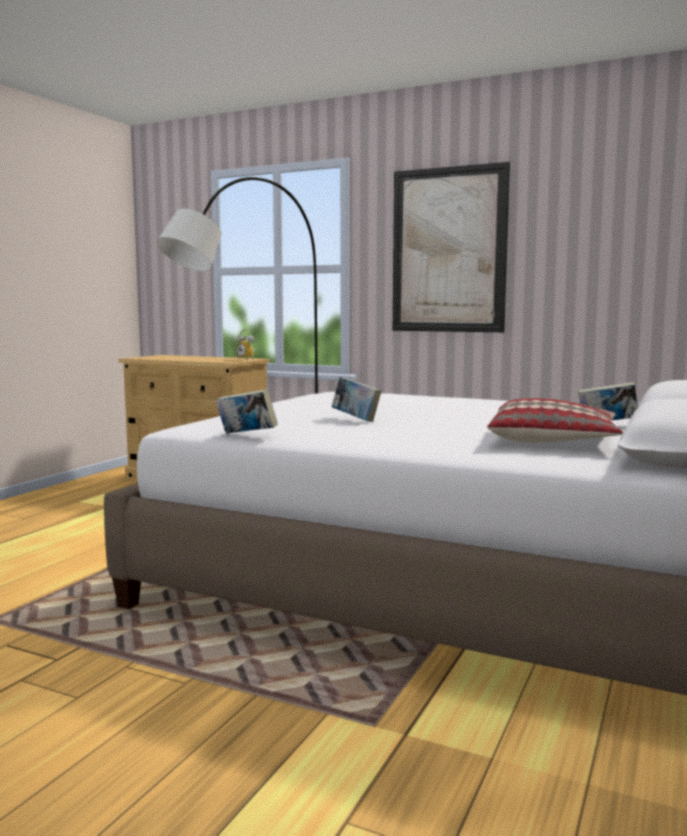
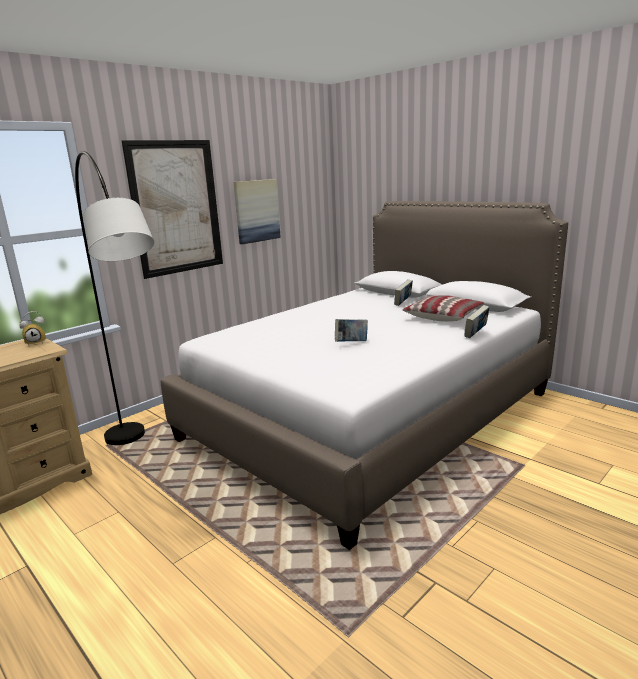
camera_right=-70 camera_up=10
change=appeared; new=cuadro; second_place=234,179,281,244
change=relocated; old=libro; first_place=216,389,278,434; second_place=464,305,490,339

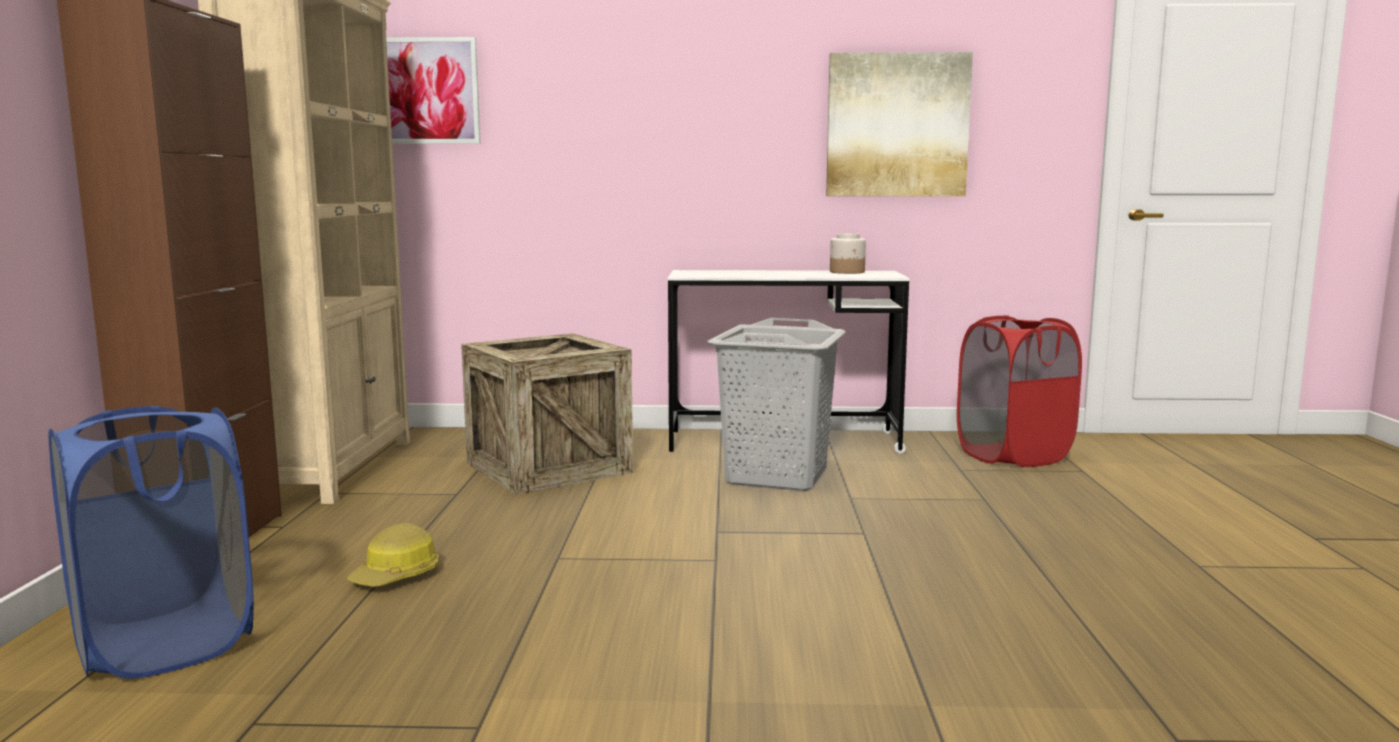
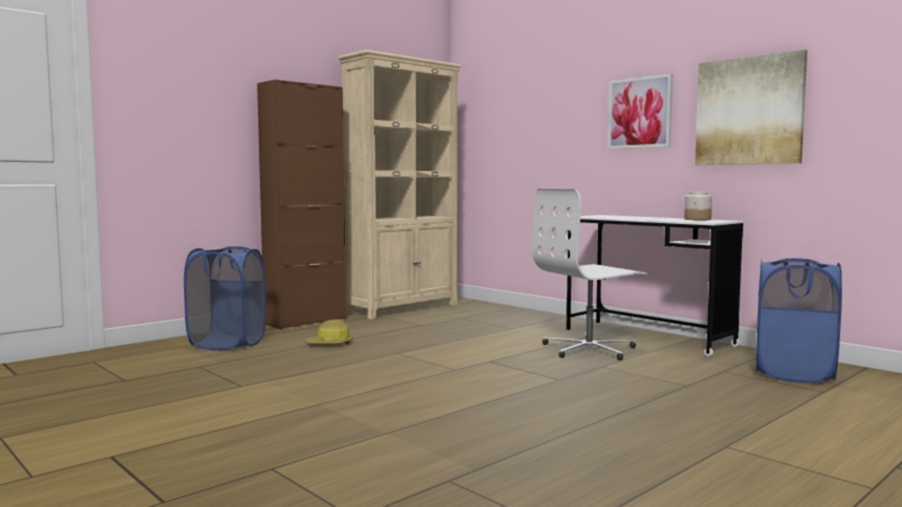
camera_right=45 camera_up=-5
change=exchanged; old=cesto de la ropa [gris]; new=silla de oficina [blanco]; first_place=707,318,846,491; second_place=532,189,648,360
change=relocated; old=cuadro; first_place=386,37,481,144; second_place=608,74,673,149
change=colour; old=cesto de la ropa [rojo]; new=cesto de la ropa [azul]; first_place=957,315,1082,467; second_place=756,258,842,383
change=missing; old=caja de embalaje; first_place=461,333,633,495

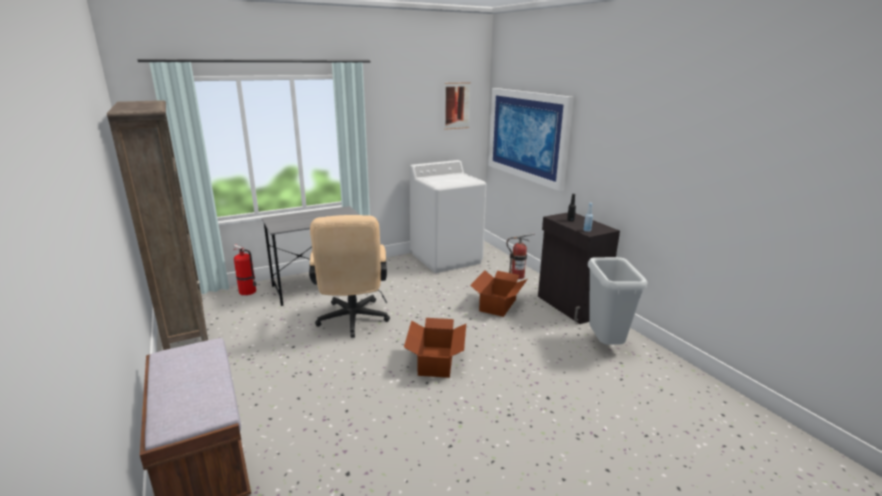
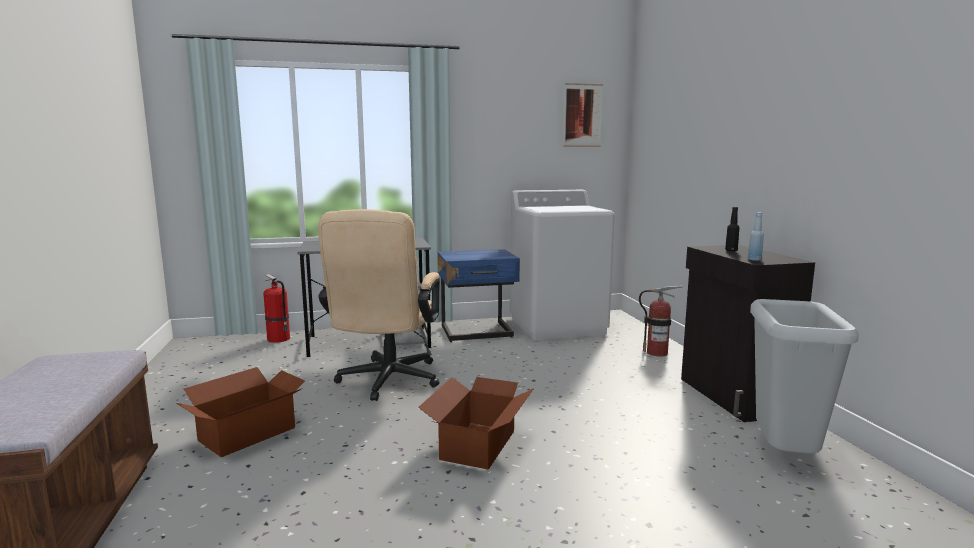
camera_right=15 camera_up=-10
change=relocated; old=caja de cartón; first_place=470,270,528,317; second_place=176,367,305,457
change=appeared; new=mesita de noche [azul]; second_place=438,249,520,342
change=missing; old=estantería [marrón]; first_place=107,100,208,350
change=missing; old=cuadro; first_place=489,88,574,191

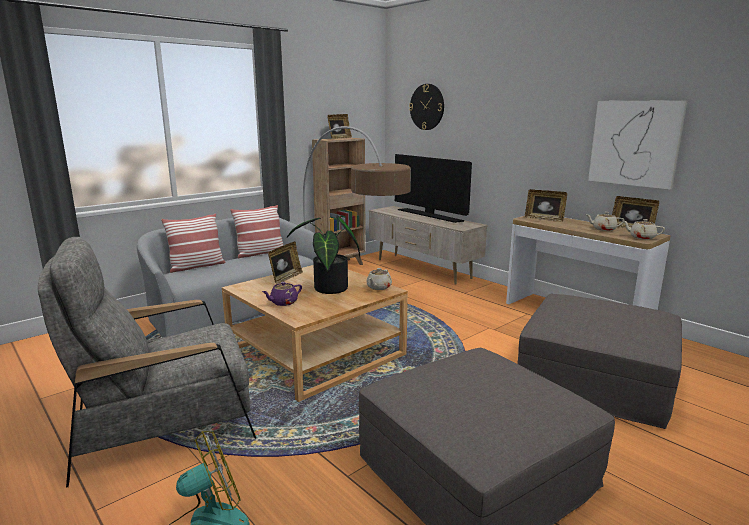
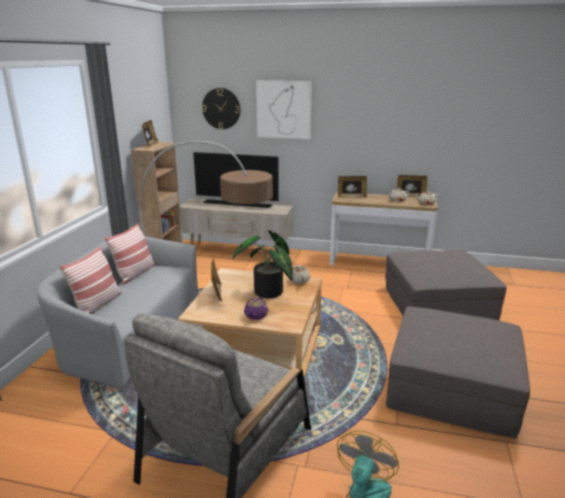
camera_right=-35 camera_up=5
change=relocated; old=cuadro; first_place=588,100,687,190; second_place=256,81,312,139

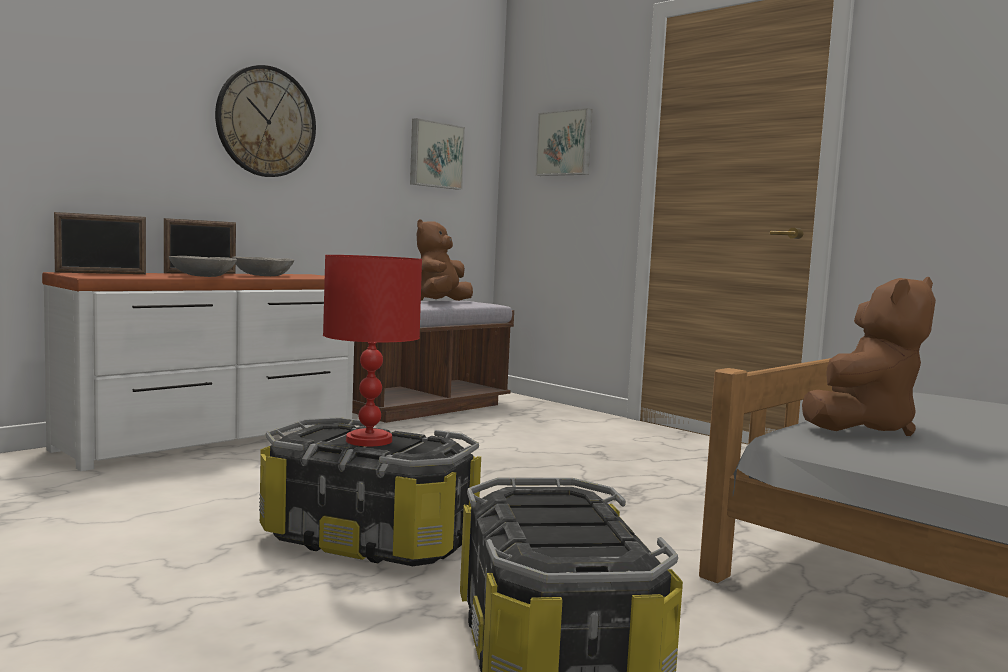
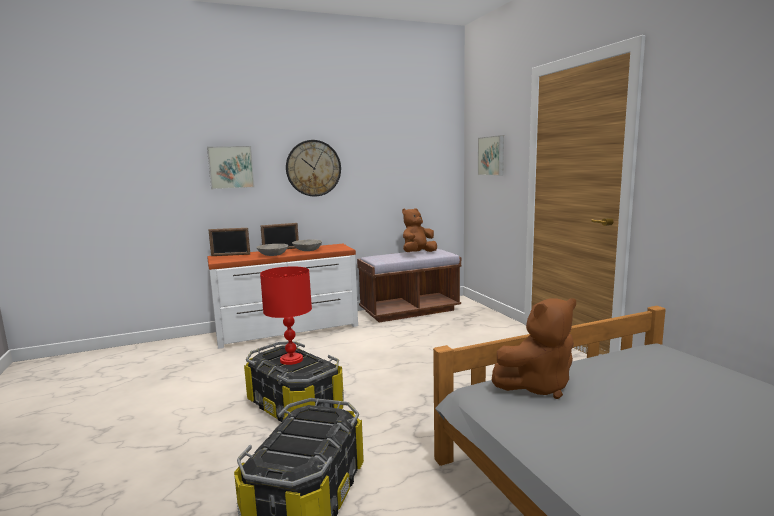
camera_right=25 camera_up=5
change=relocated; old=cuadro; first_place=410,118,465,190; second_place=207,146,255,190

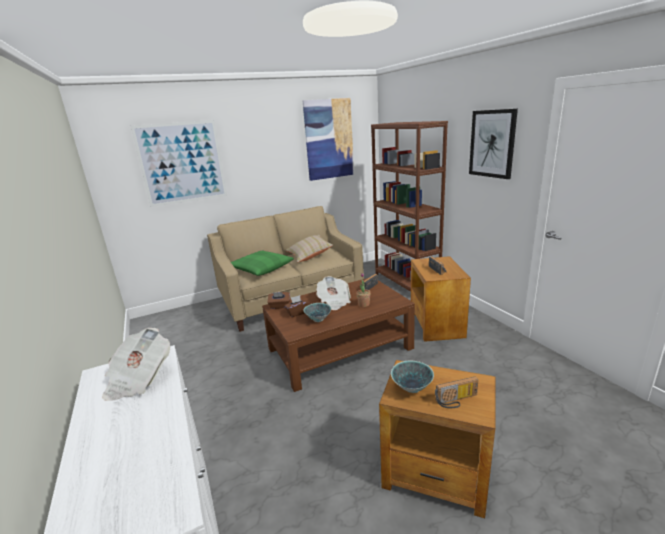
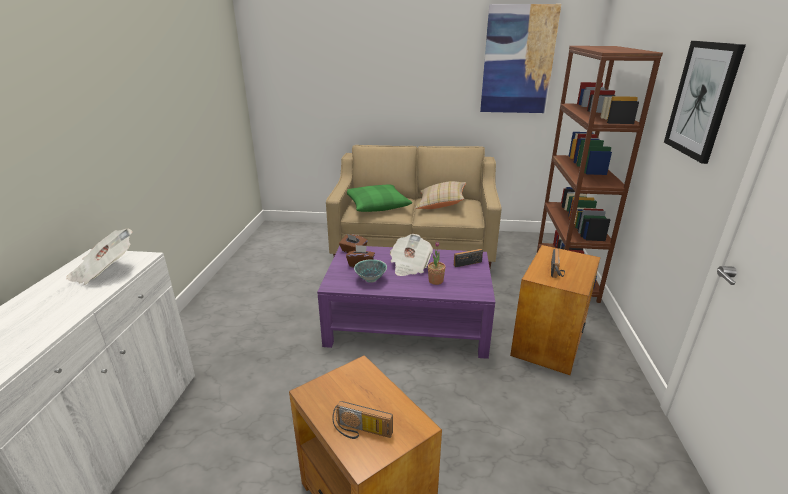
camera_right=30 camera_up=5
change=colour; old=mesa de centro [marrón]; new=mesa de centro [morado]; first_place=262,278,415,392; second_place=317,246,495,359
change=missing; old=cuadro; first_place=131,120,227,207
change=missing; old=cuenco; first_place=391,361,434,393

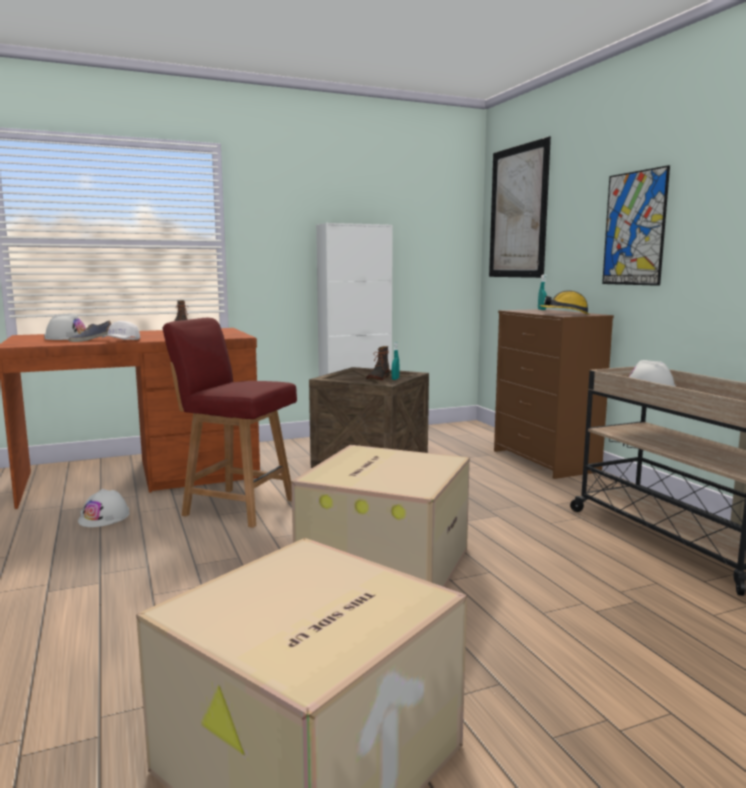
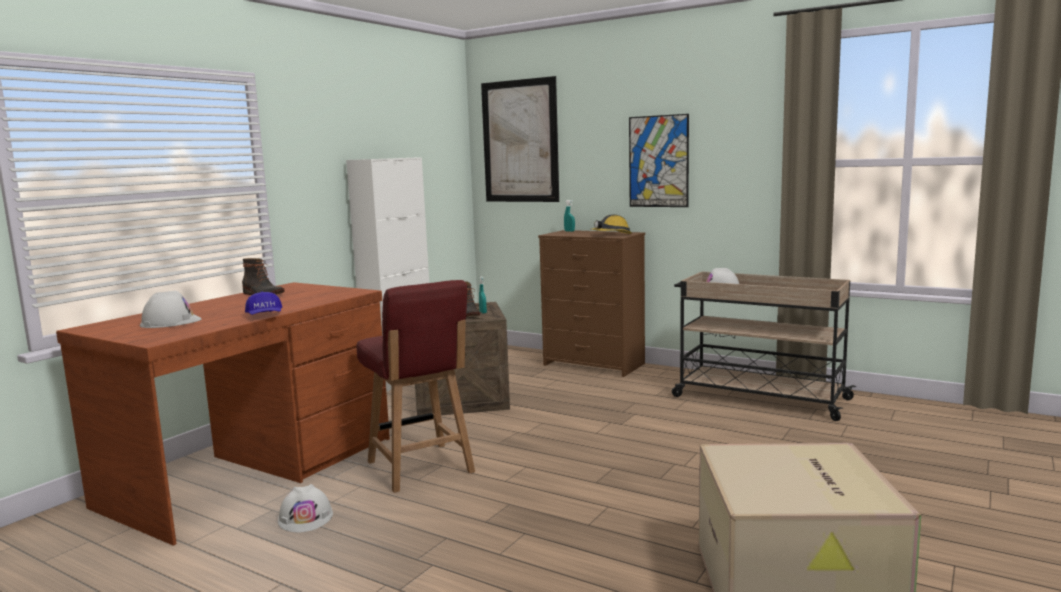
camera_right=-35 camera_up=0
change=colour; old=gorra [blanco]; new=gorra [azul]; first_place=102,321,140,340; second_place=245,292,282,315
change=spun; old=silla [rojo]; first_place=162,318,297,528; second_place=356,280,475,493; degrees=-105
change=missing; old=zapato; first_place=68,320,111,342
change=missing; old=caja de cartón; first_place=291,445,470,587

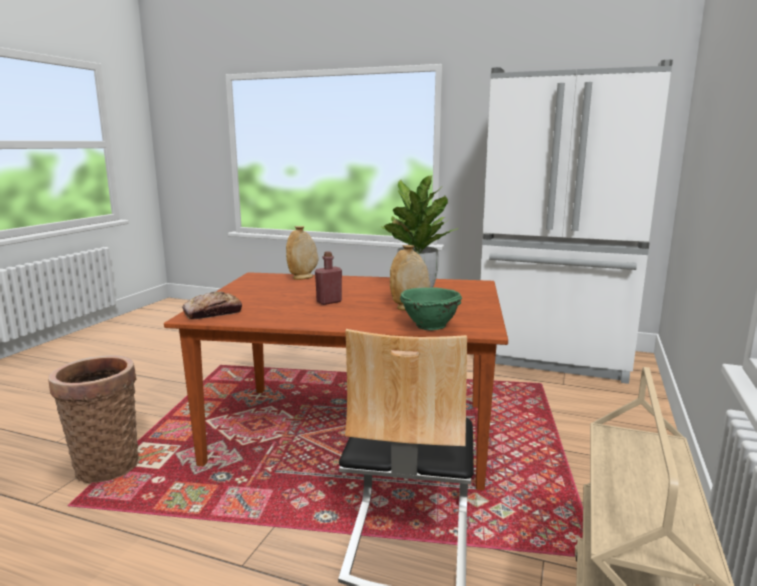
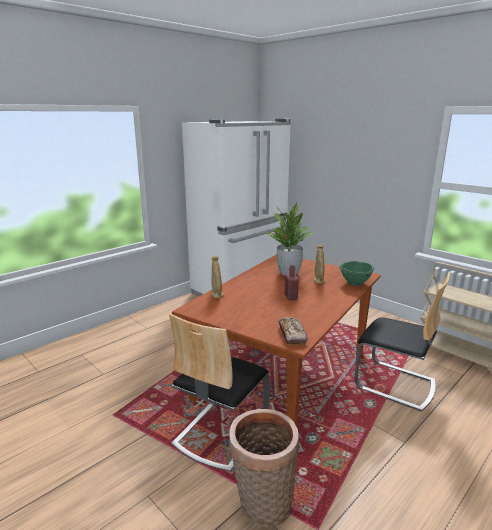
camera_right=-65 camera_up=5
change=appeared; new=silla; second_place=169,313,270,471

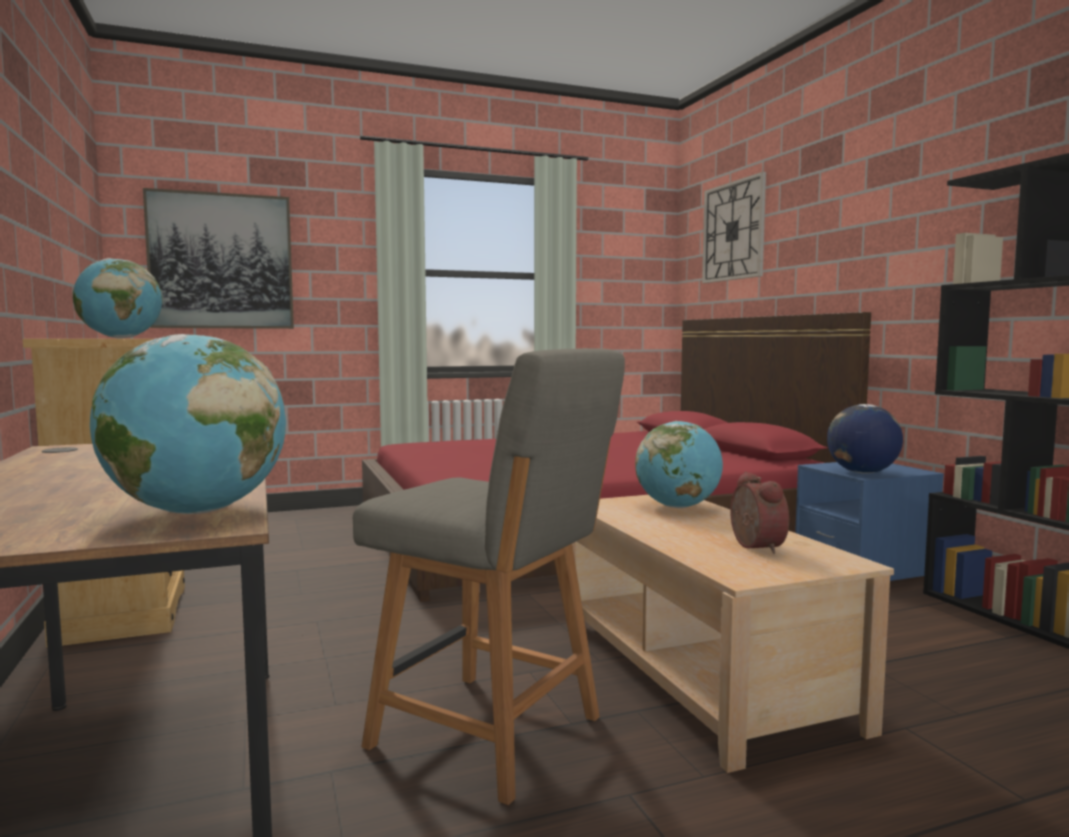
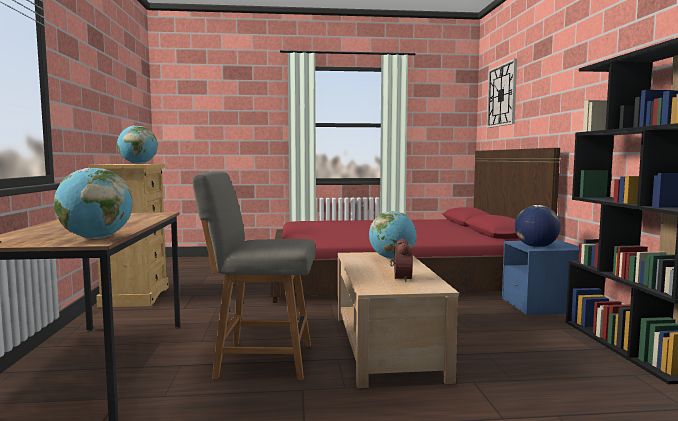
camera_right=15 camera_up=0
change=spun; old=silla [gris]; first_place=353,348,625,805; second_place=192,171,316,380; degrees=135
change=missing; old=cuadro; first_place=143,188,294,329

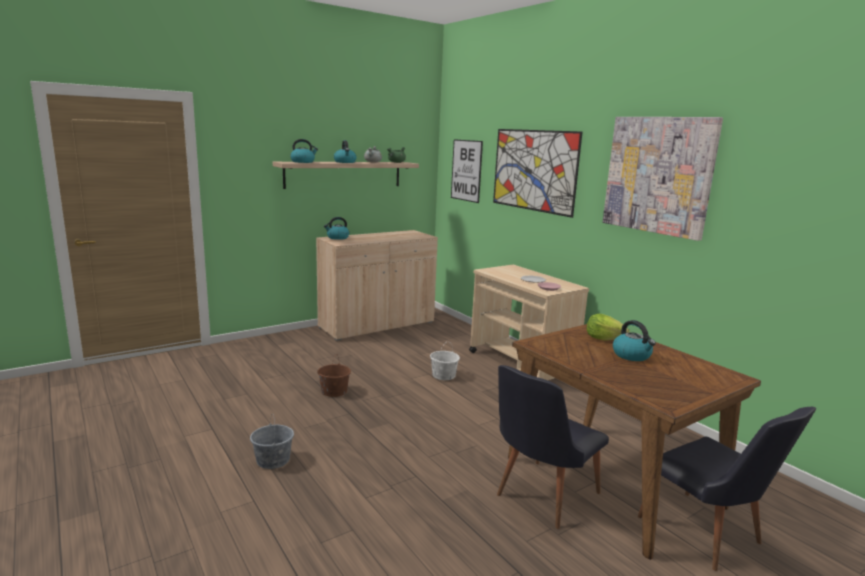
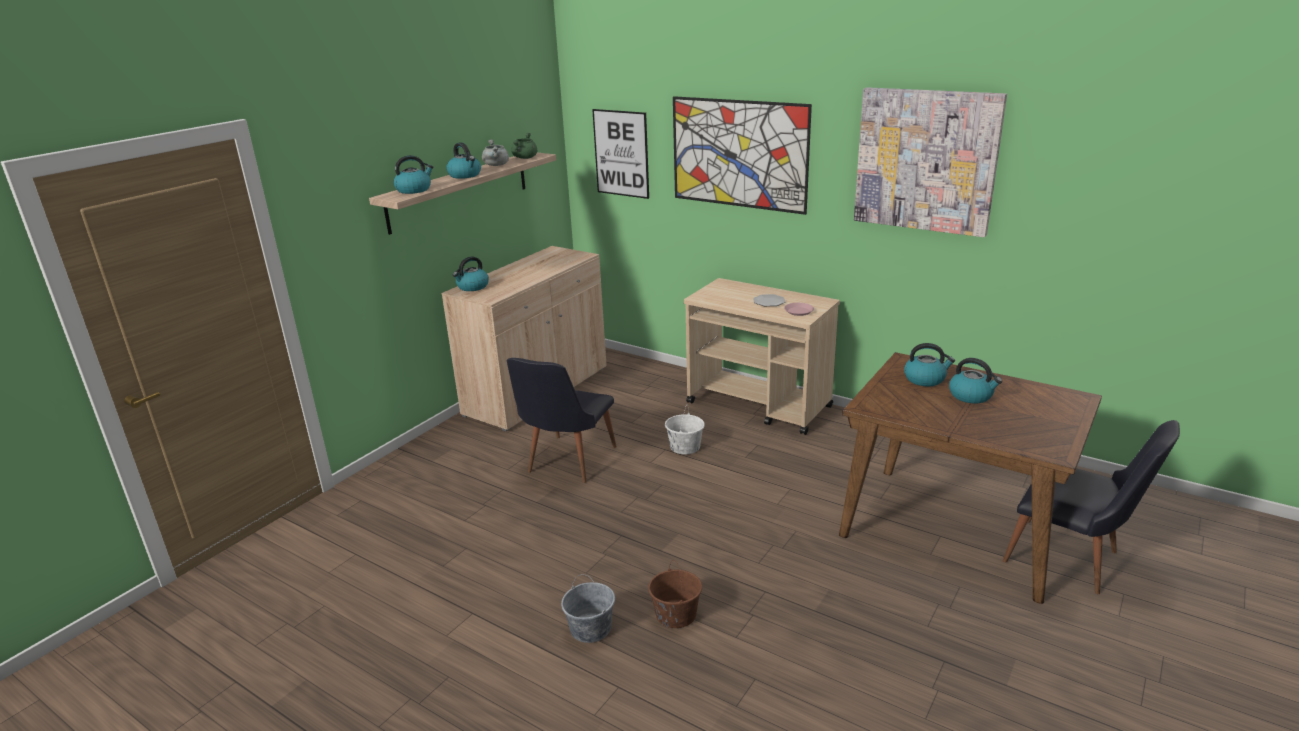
camera_right=-20 camera_up=10
change=relocated; old=silla [negro]; first_place=497,365,609,529; second_place=507,358,617,483
change=relocated; old=cubo [marrón]; first_place=317,357,351,397; second_place=648,560,702,628
change=exchanged; old=lechuga; new=hervidor; first_place=586,314,630,340; second_place=904,343,955,386

